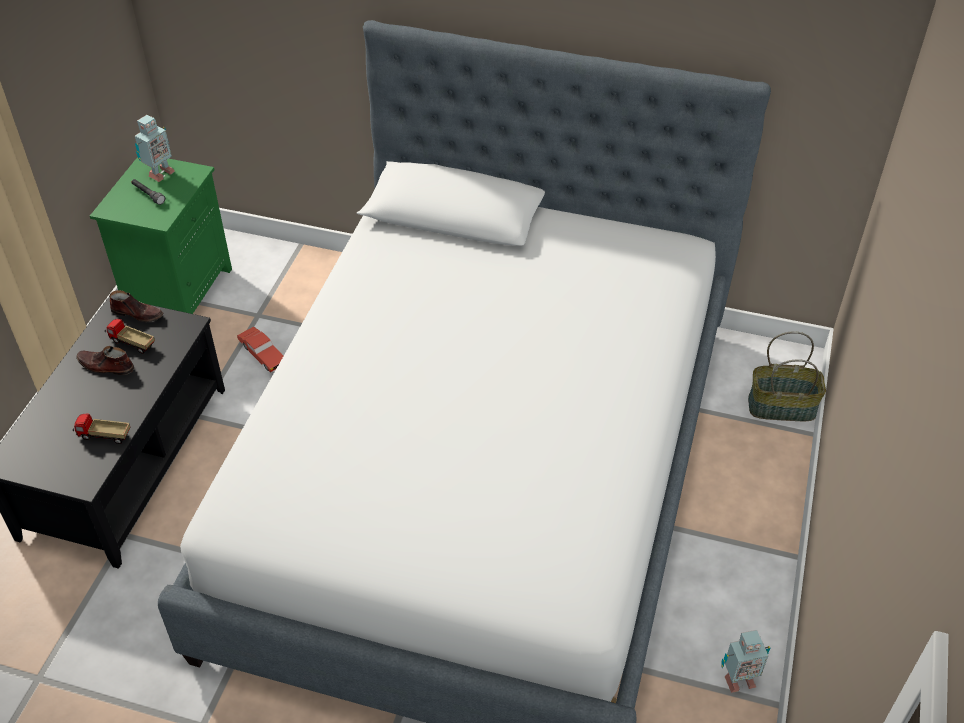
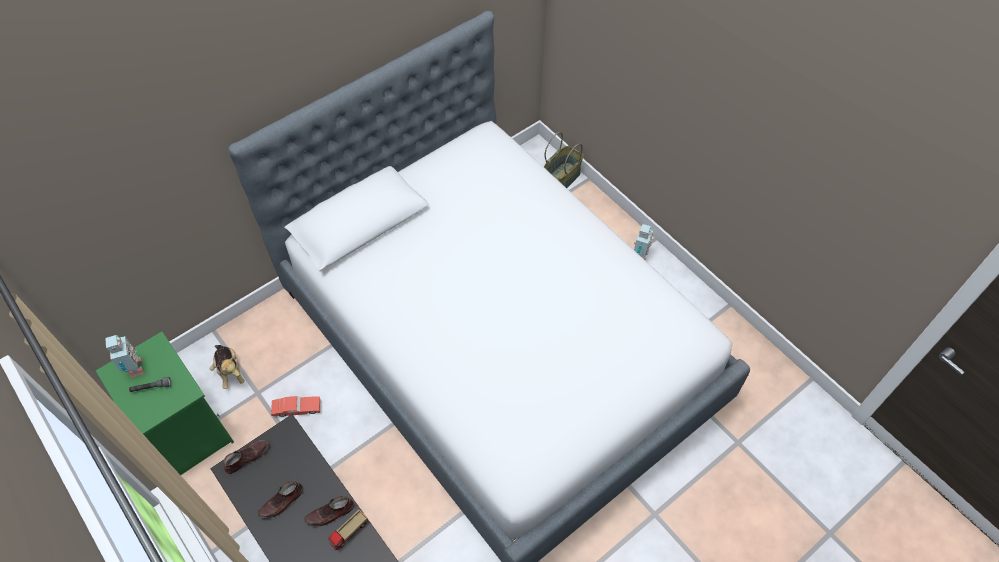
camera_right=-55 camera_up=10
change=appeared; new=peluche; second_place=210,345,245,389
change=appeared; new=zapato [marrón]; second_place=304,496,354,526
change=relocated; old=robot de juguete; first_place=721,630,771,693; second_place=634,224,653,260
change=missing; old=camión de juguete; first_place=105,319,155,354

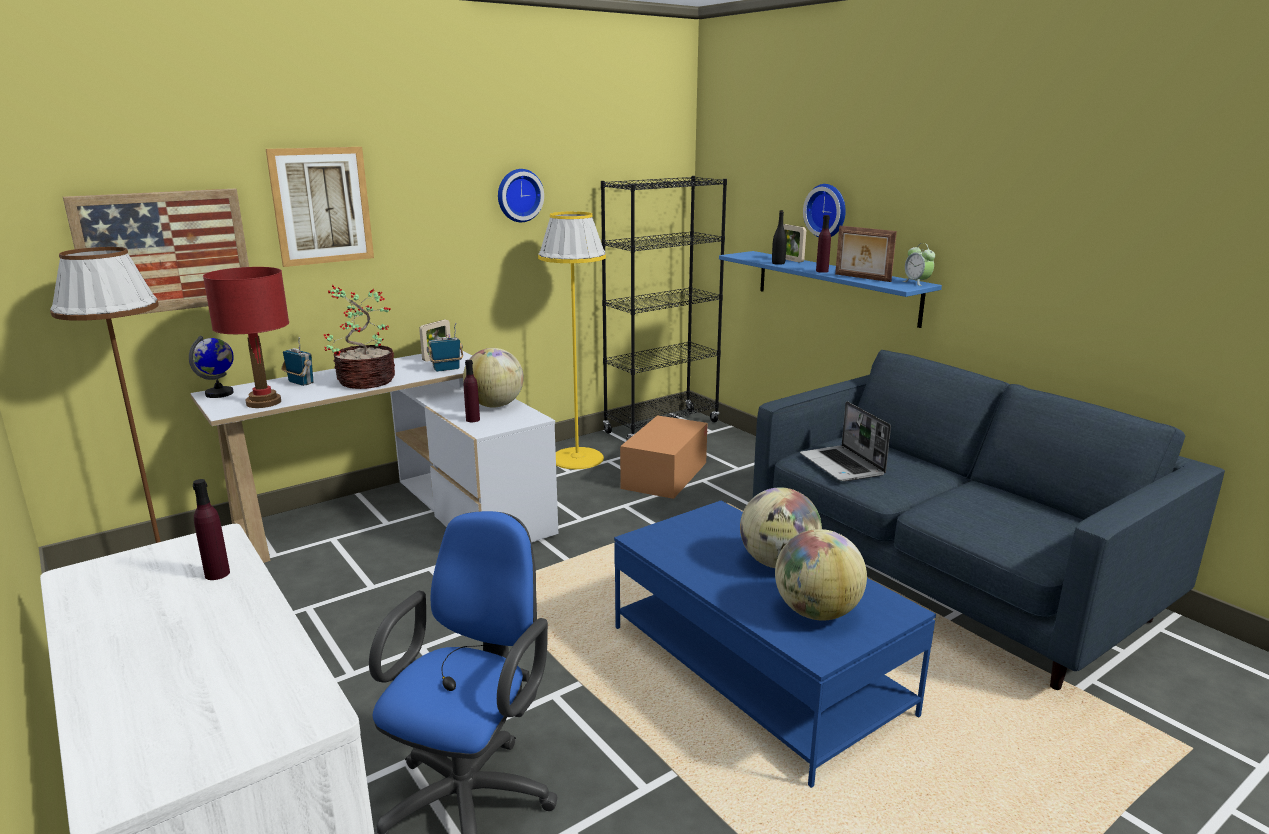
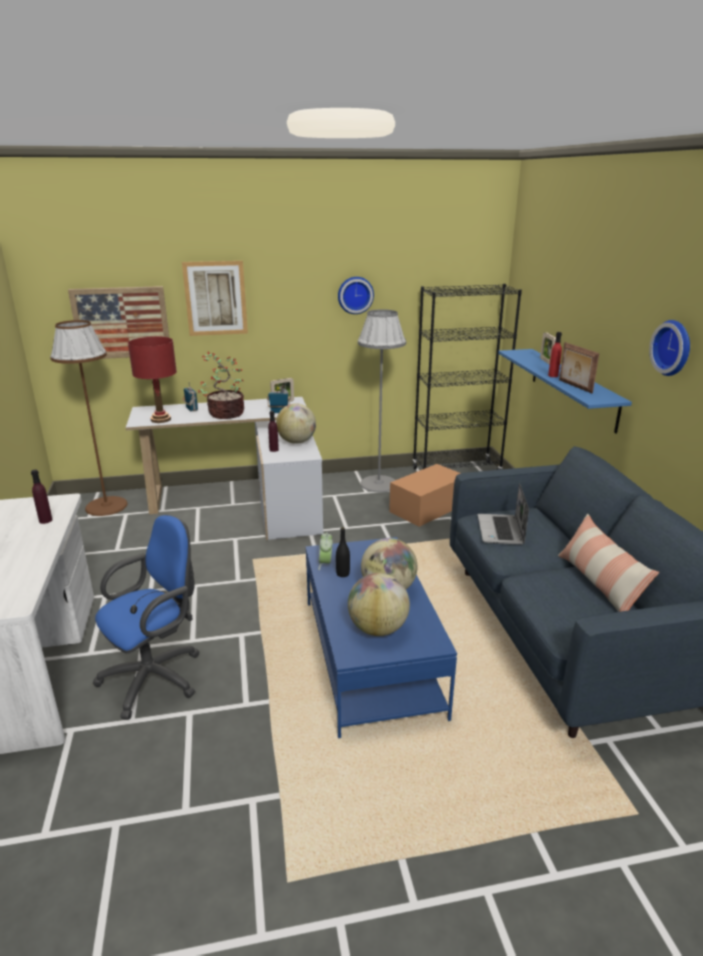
camera_right=25 camera_up=5
change=relocated; old=despertador; first_place=903,243,935,286; second_place=318,532,333,570
change=relocated; old=botella [negro]; first_place=772,210,787,265; second_place=336,527,350,577
change=colour; old=lámpara de pie [amarillo]; new=lámpara de pie [gris]; first_place=538,211,606,469; second_place=358,309,406,492
change=colour; old=botella [morado]; new=botella [rojo]; first_place=816,215,831,273; second_place=548,332,562,377
change=appeared; new=cojín; second_place=558,514,659,612
change=relocated; old=reloj de pared; first_place=803,184,846,237; second_place=649,320,690,376
change=missing; old=globo terráqueo; first_place=189,336,234,398

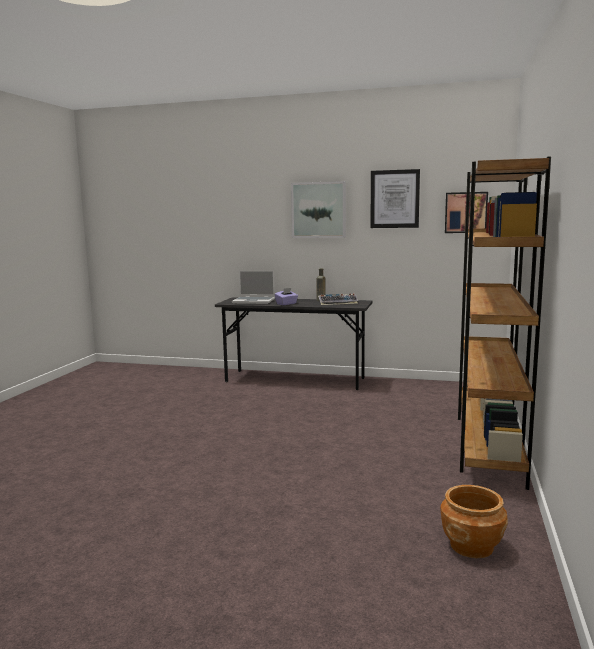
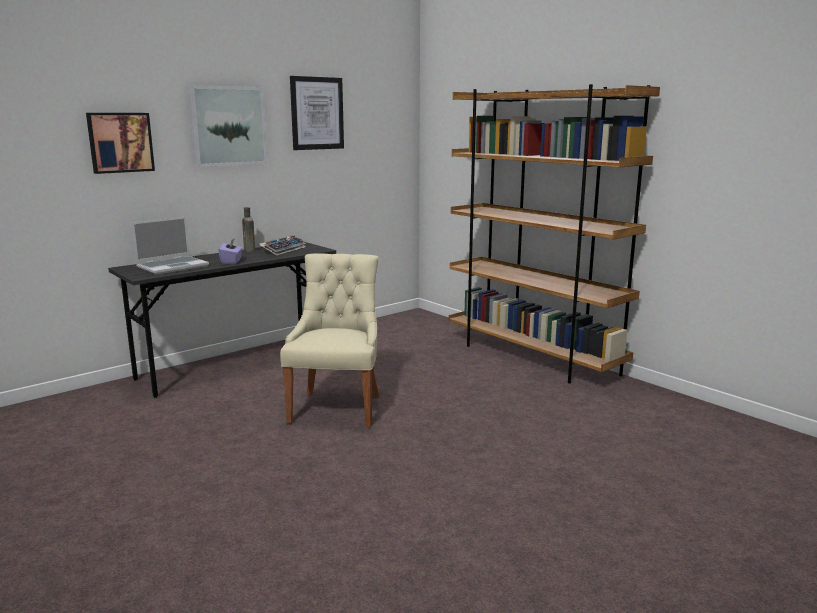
camera_right=-55 camera_up=5
change=relocated; old=cuadro; first_place=445,192,488,233; second_place=86,113,155,174
change=appeared; new=silla [beis]; second_place=280,253,379,427
change=missing; old=maceta [marrón]; first_place=440,485,508,558

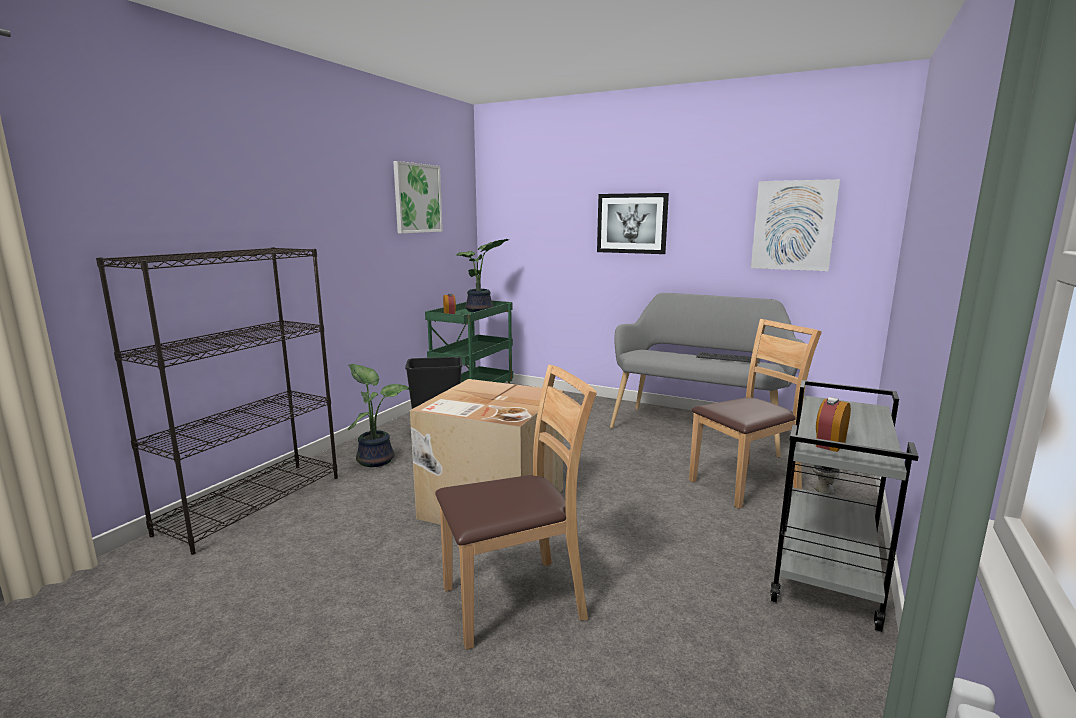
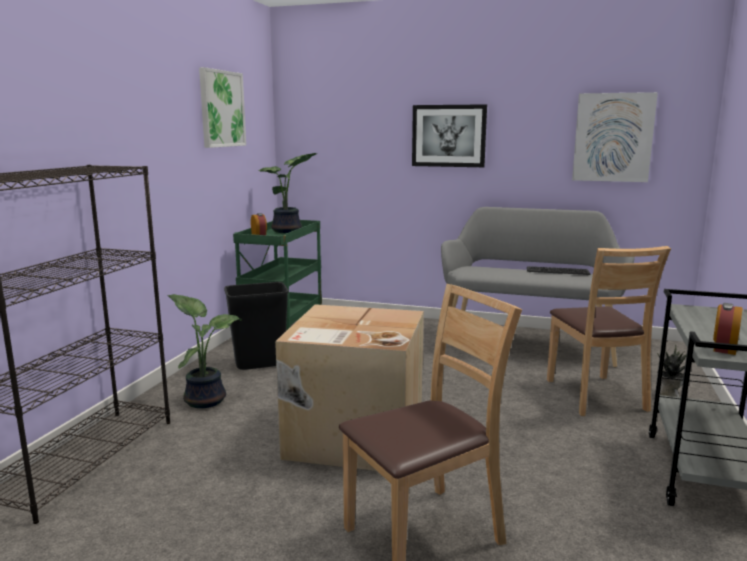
camera_right=-10 camera_up=0
change=spun; old=silla [marrón]; first_place=689,319,822,509; second_place=547,246,671,416; degrees=120

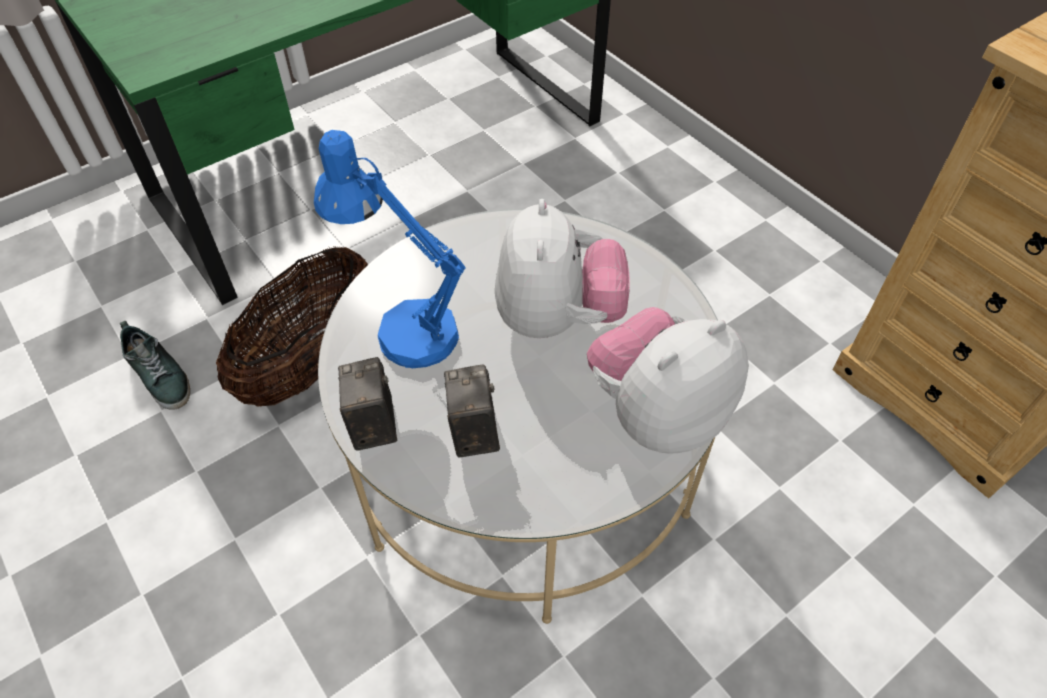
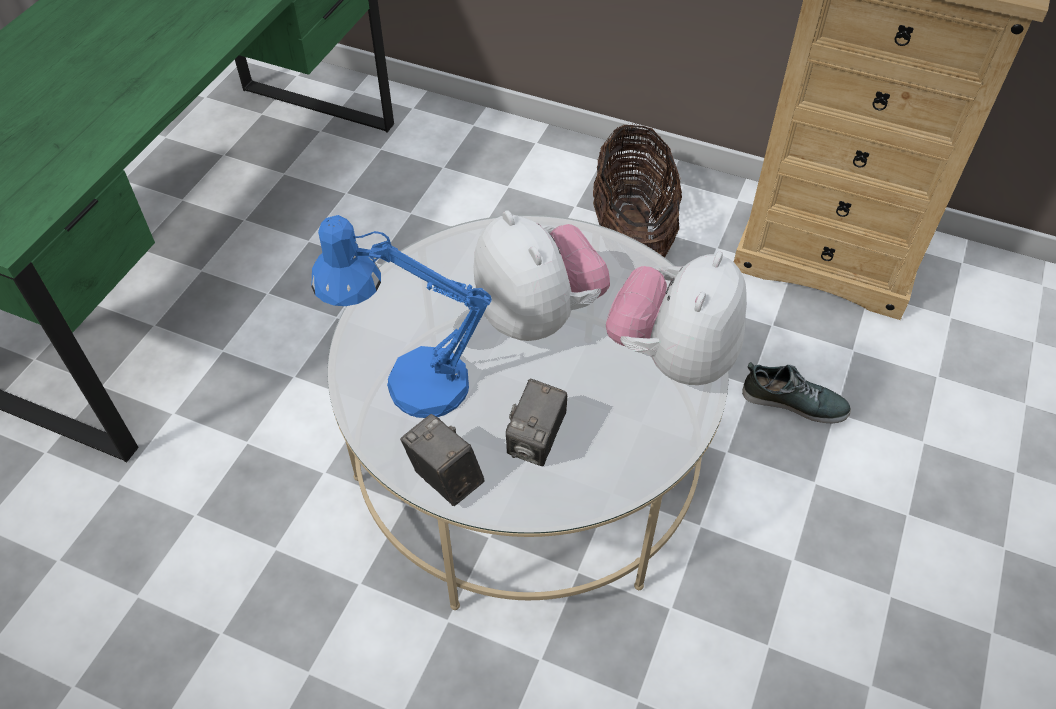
camera_right=-30 camera_up=0
change=spun; old=cámara; first_place=444,364,500,458; second_place=506,379,567,466; degrees=-120
change=relocated; old=cesta; first_place=216,246,368,406; second_place=593,124,682,258
change=relocated; old=zapato; first_place=119,321,190,410; second_place=742,362,851,423

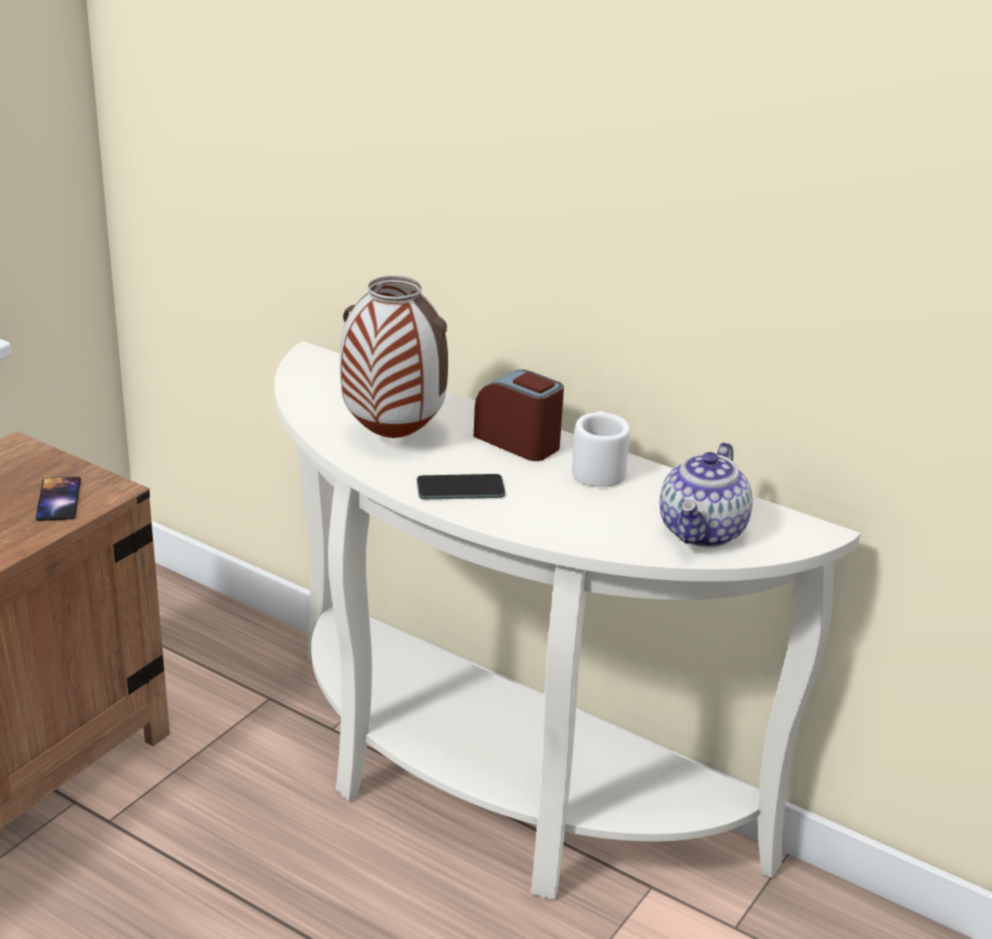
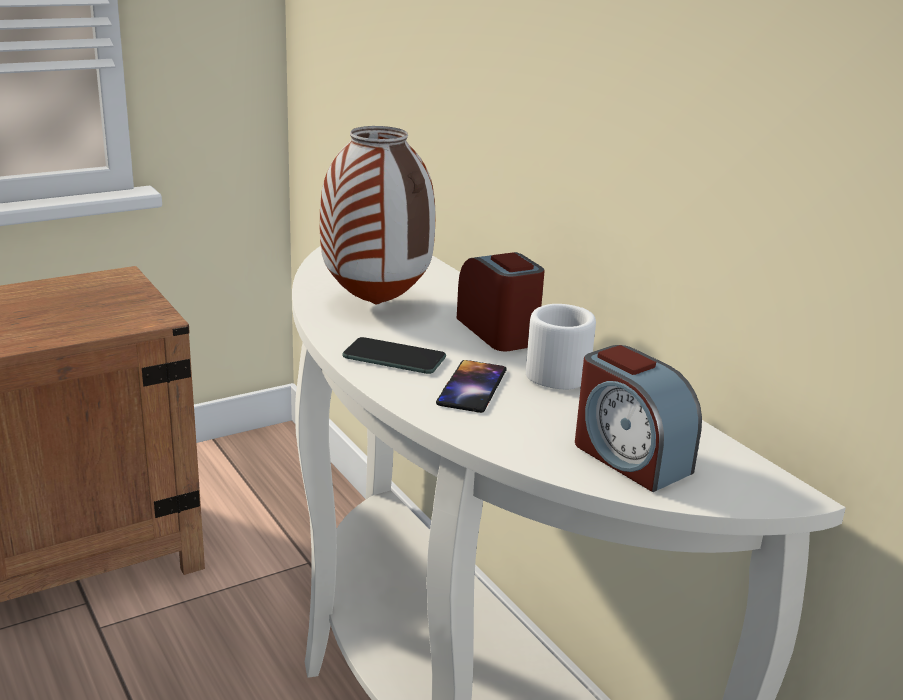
camera_right=25 camera_up=-5
change=relocated; old=móvil; first_place=36,477,81,521; second_place=436,360,506,413
change=exchanged; old=tetera; new=despertador; first_place=660,442,753,548; second_place=575,345,702,492

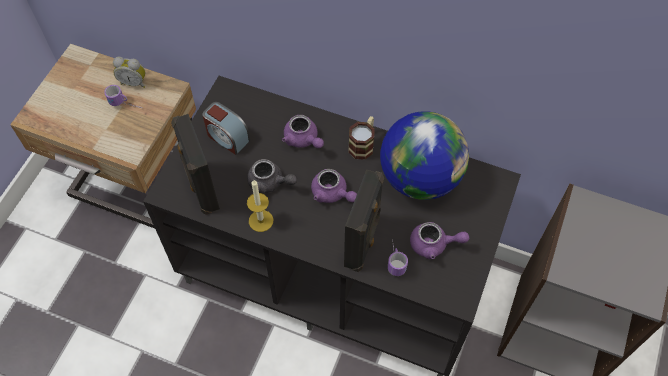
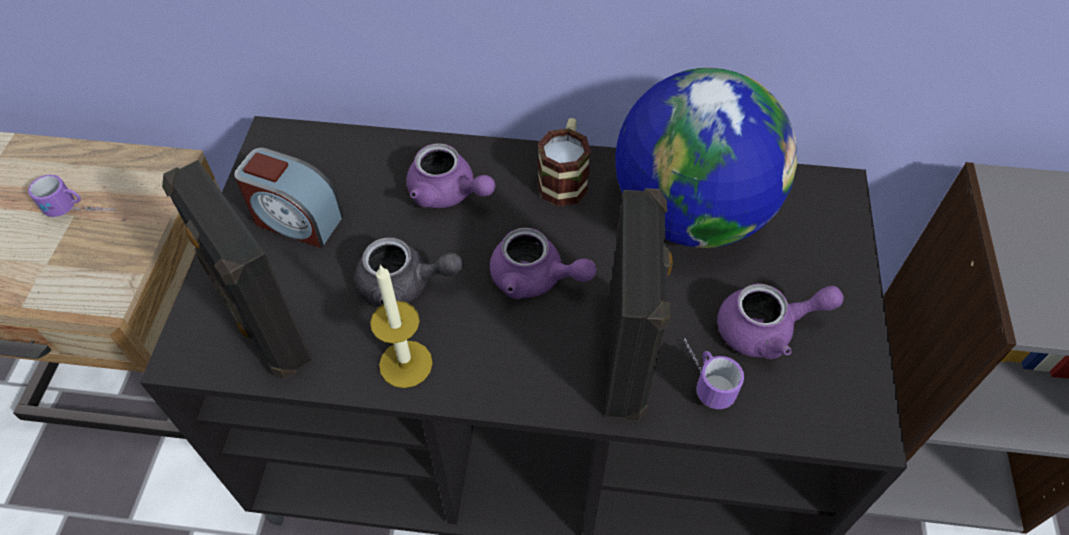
camera_right=-15 camera_up=-5
change=missing; old=despertador; first_place=113,57,145,88

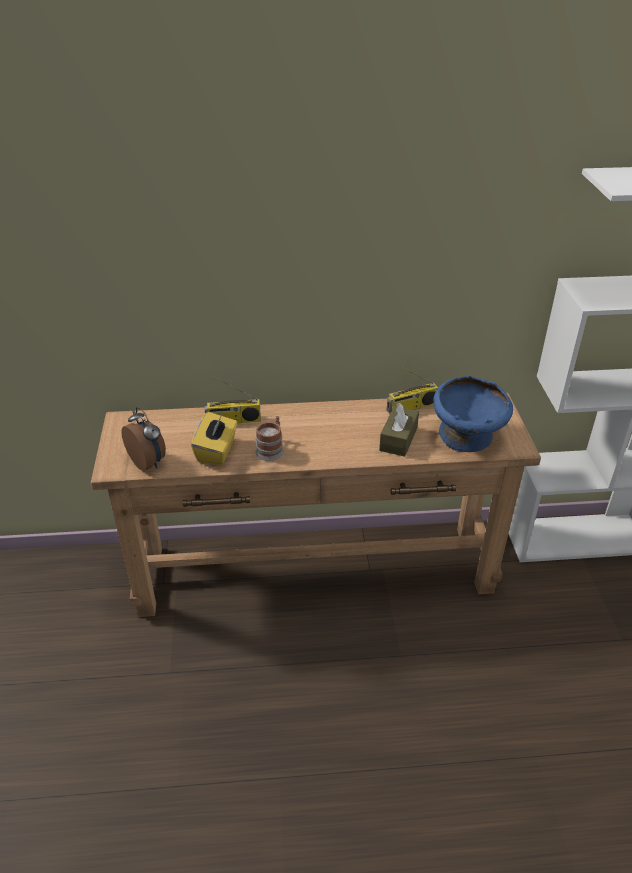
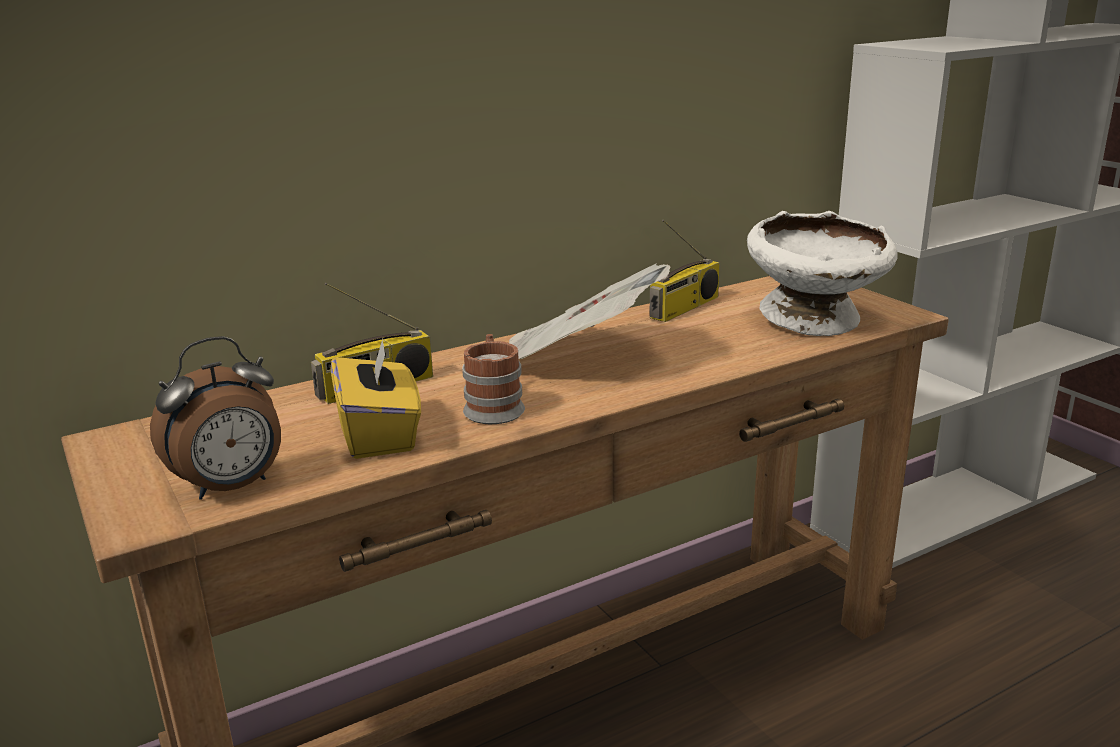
camera_right=-25 camera_up=-15
change=spun; old=despertador; first_place=121,407,166,471; second_place=150,336,281,500; degrees=120
change=appeared; new=periódico; second_place=509,264,670,359
change=colour; old=cuenco [azul]; new=cuenco [blanco]; first_place=433,375,513,452; second_place=747,211,898,336
change=missing; old=caja de pañuelos [marrón]; first_place=379,403,419,457

